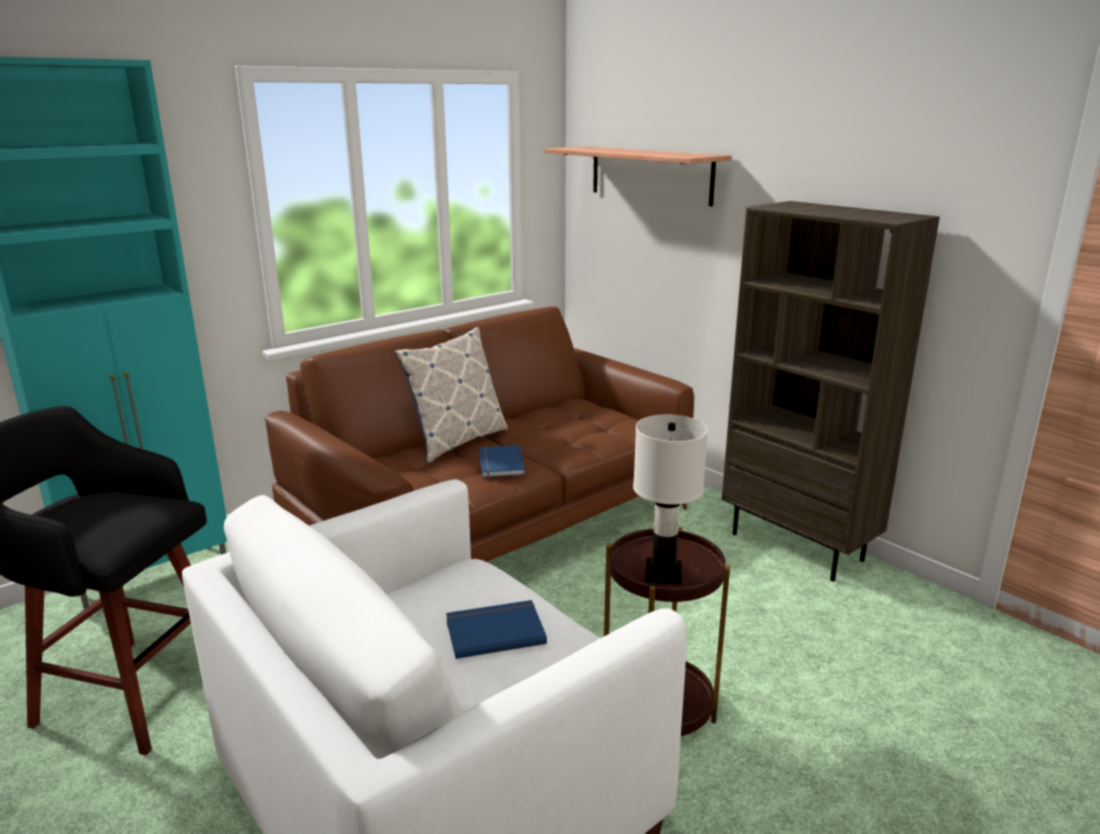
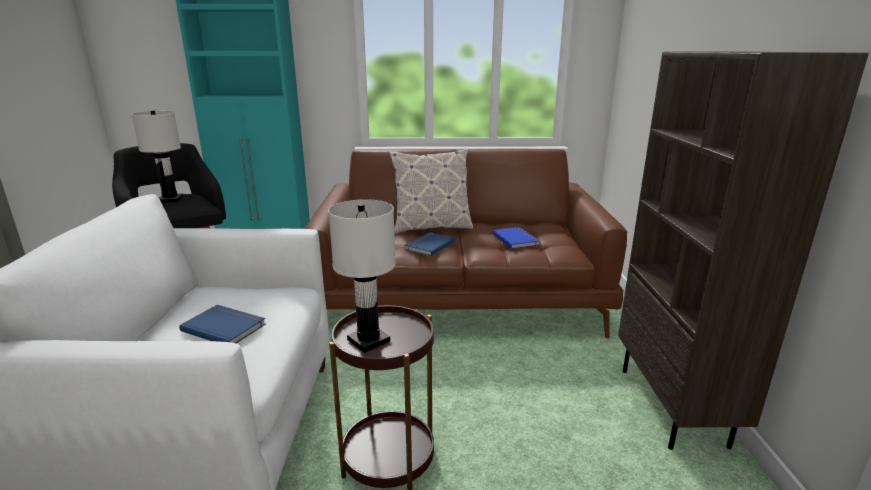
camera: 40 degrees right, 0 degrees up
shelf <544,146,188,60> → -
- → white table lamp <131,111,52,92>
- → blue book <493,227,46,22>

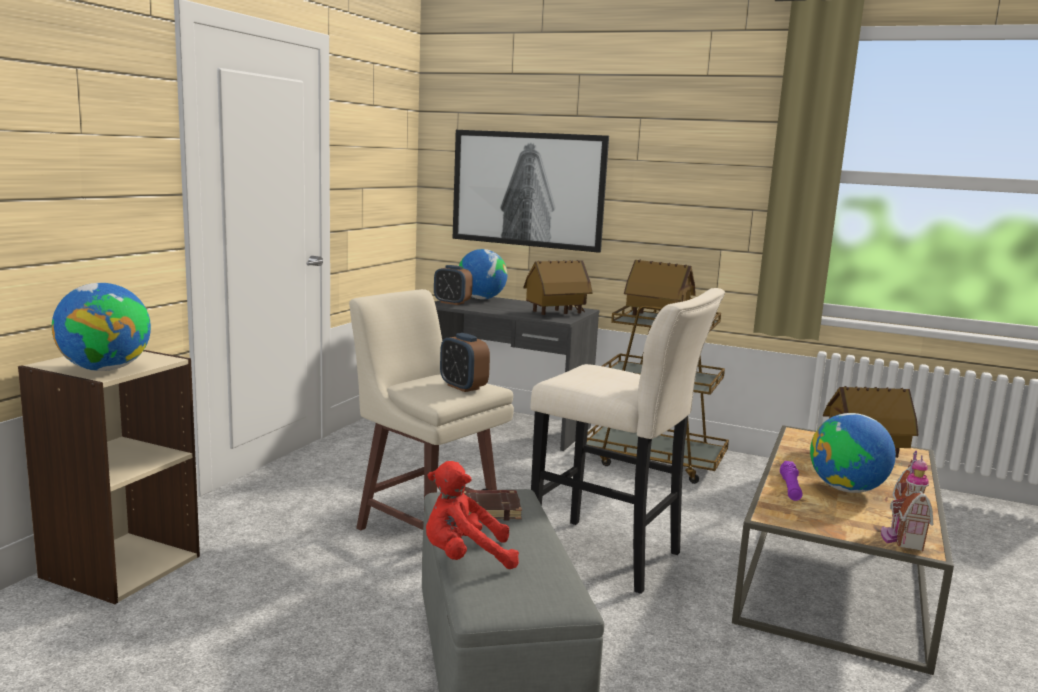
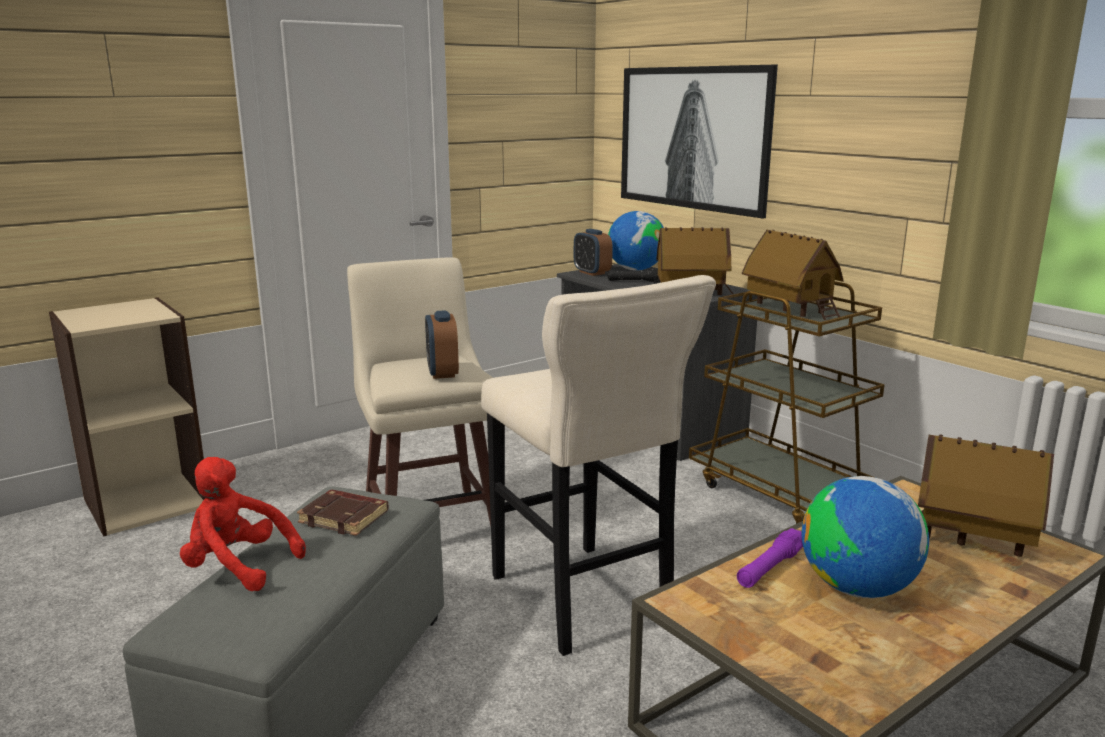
camera: 30 degrees right, 5 degrees up
globe <52,283,99,88> → -
toy house <881,451,52,100> → -
- → black flashlight <608,268,52,15>

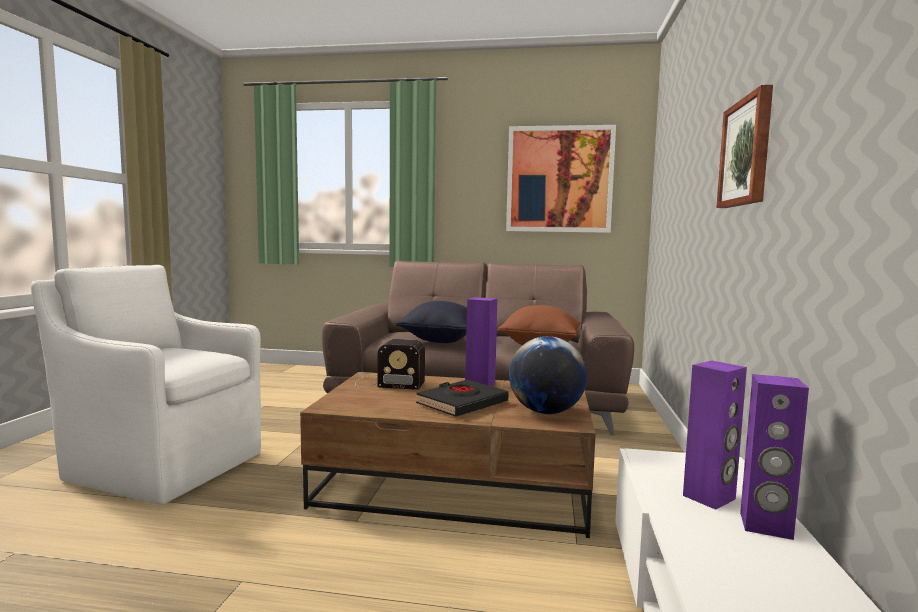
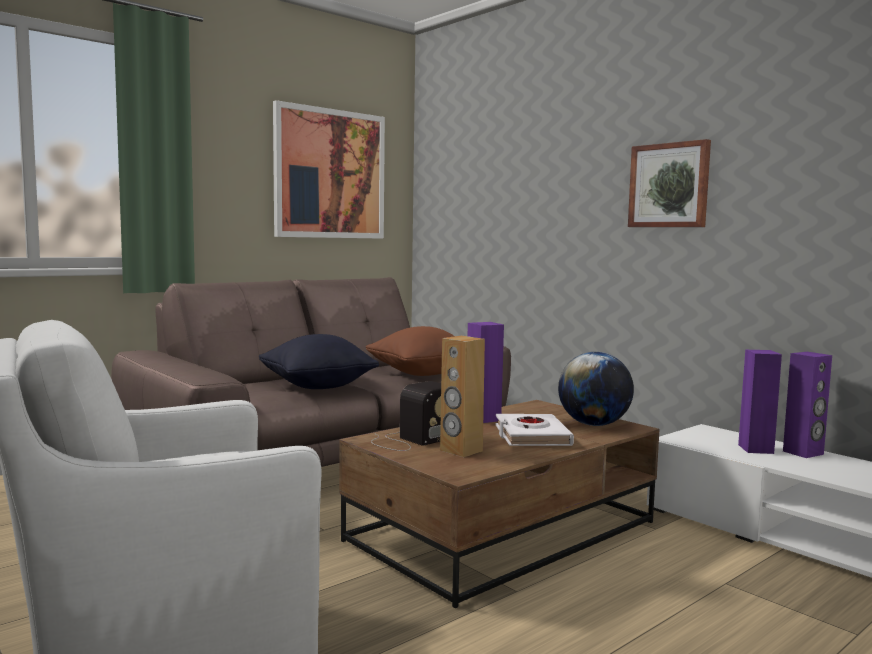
camera: 50 degrees left, 0 degrees up
- → brown speaker <440,336,45,121>
black book <416,380,93,37> → white book <496,414,78,32>

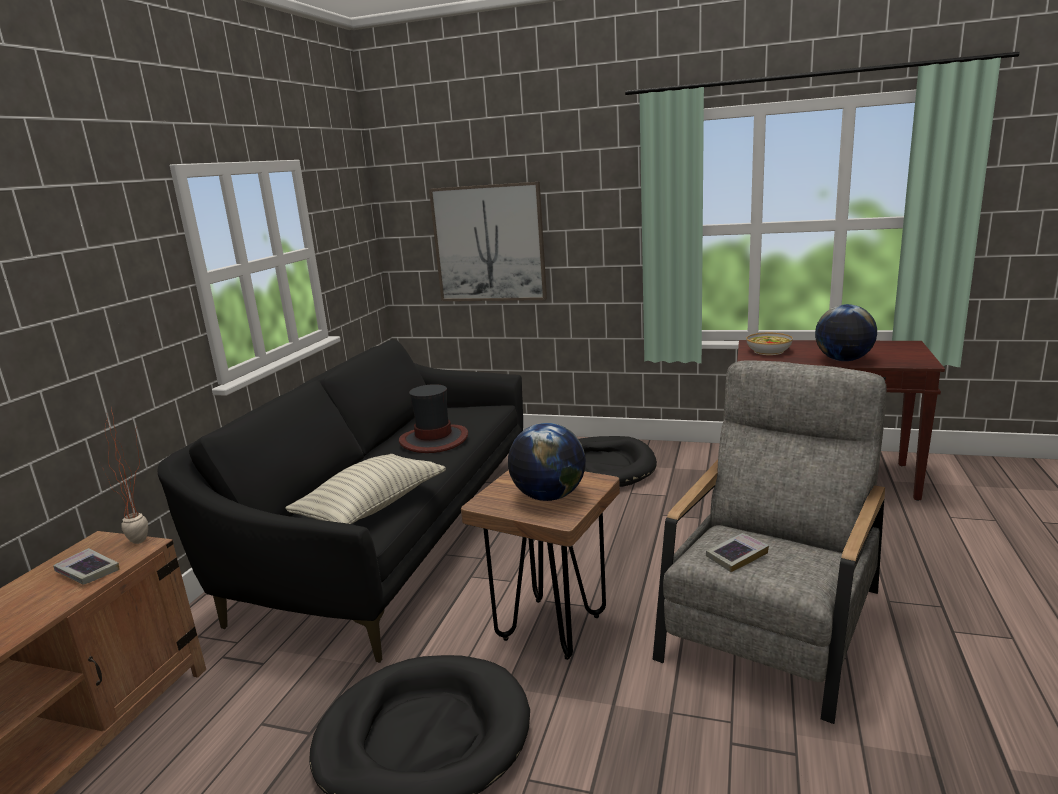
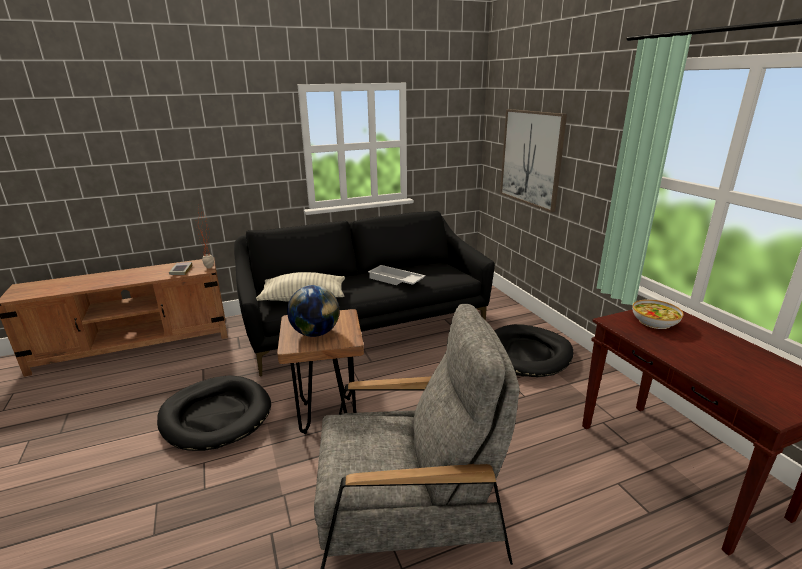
camera: 50 degrees right, 5 degrees up
book <706,533,63,39> → -
globe <815,304,62,57> → -
hat <399,384,69,69> → white tray <368,265,57,20>

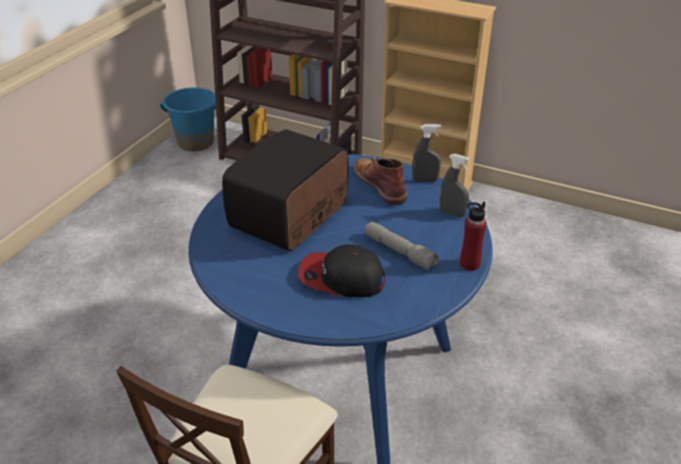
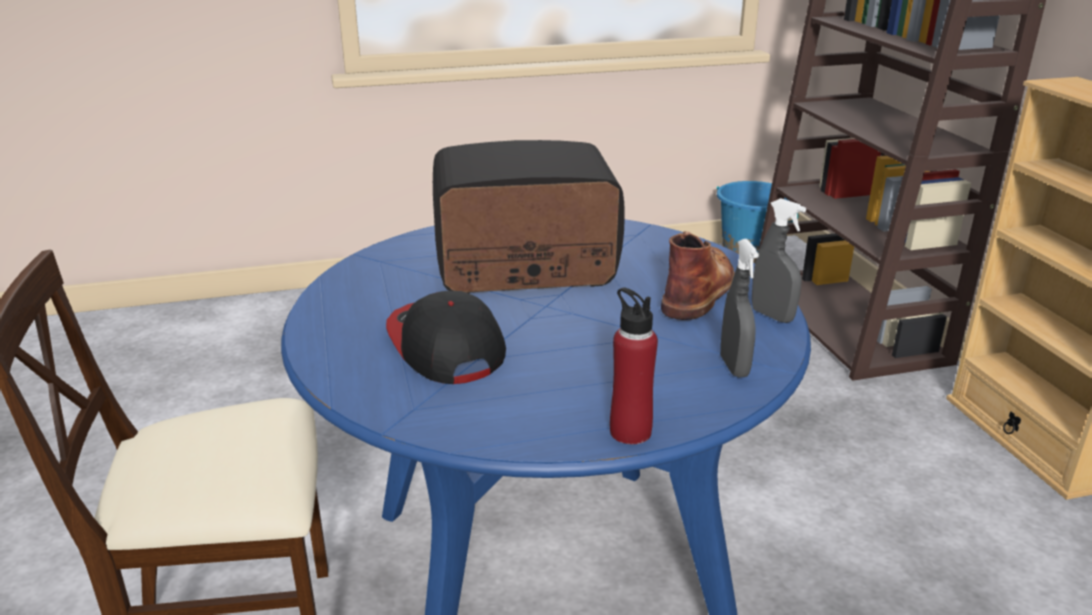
camera: 50 degrees right, 10 degrees down
grey flashlight <365,221,74,50> → -

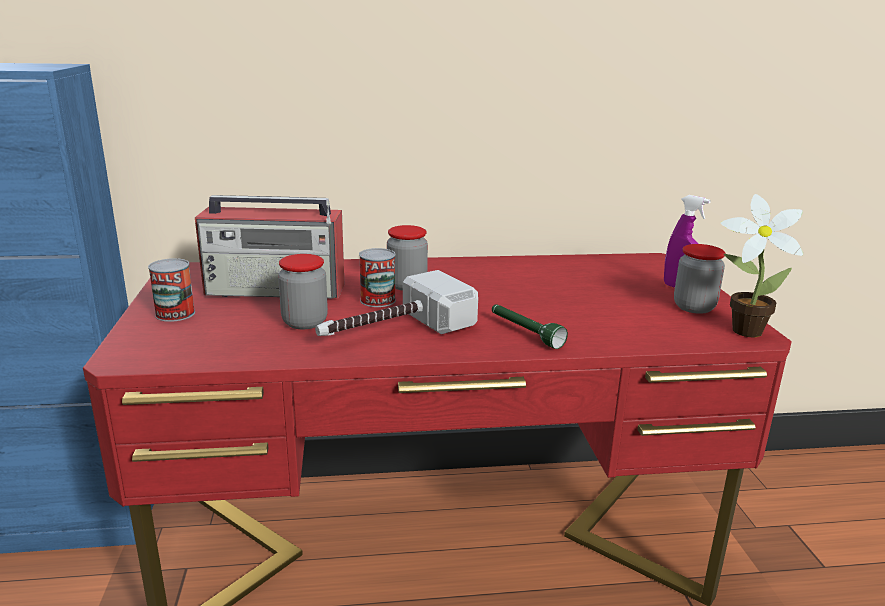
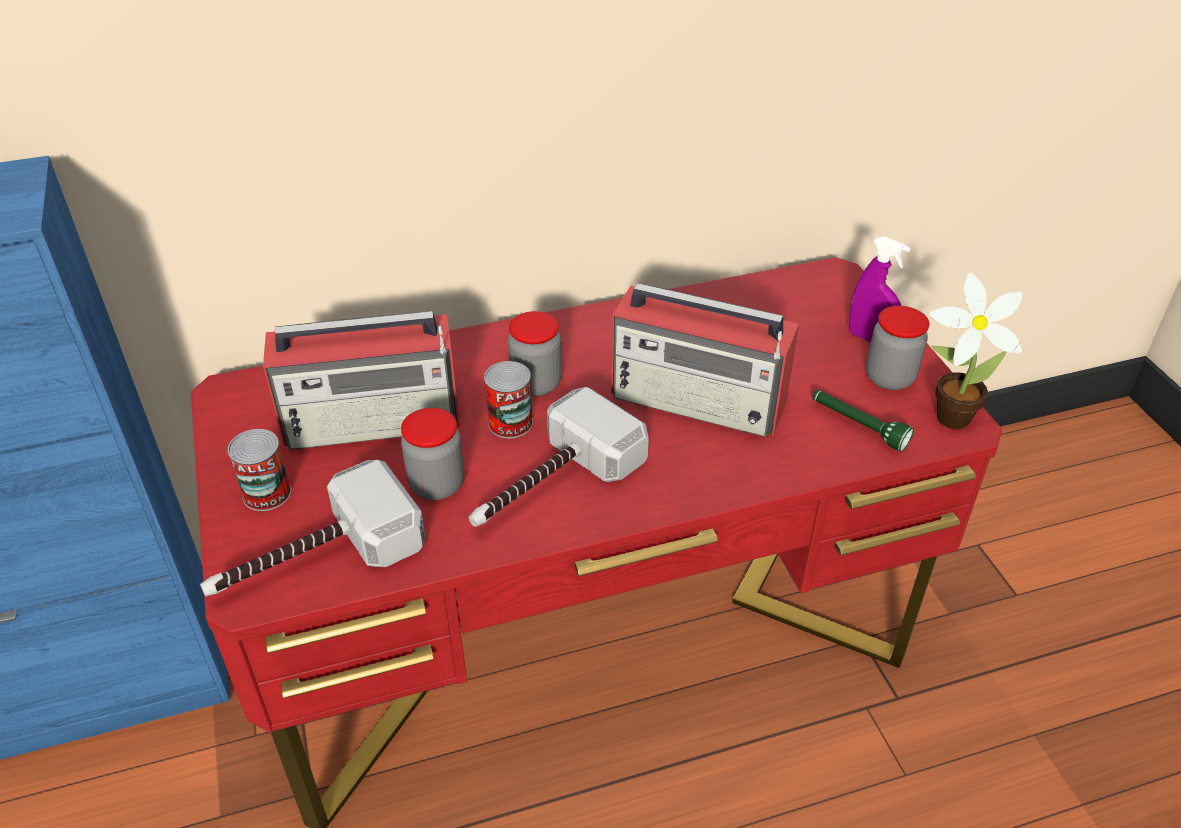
camera: 10 degrees left, 20 degrees up
- → hammer <200,460,225,136>
- → radio <611,283,188,154>
green flashlight <492,304,76,45> → green flashlight <812,390,102,62>, moved

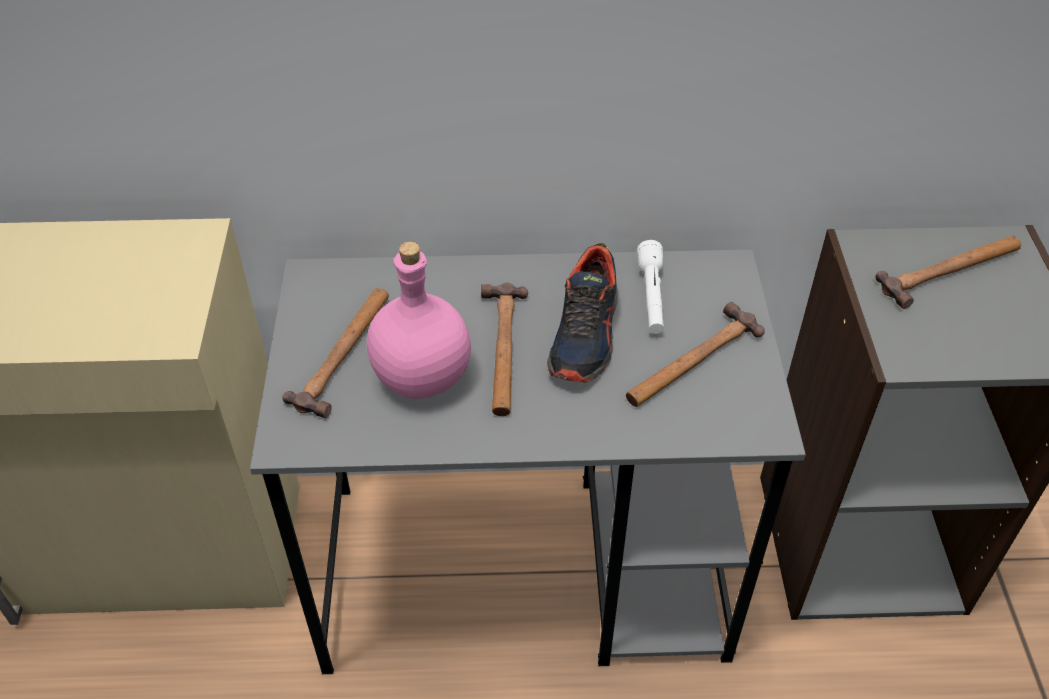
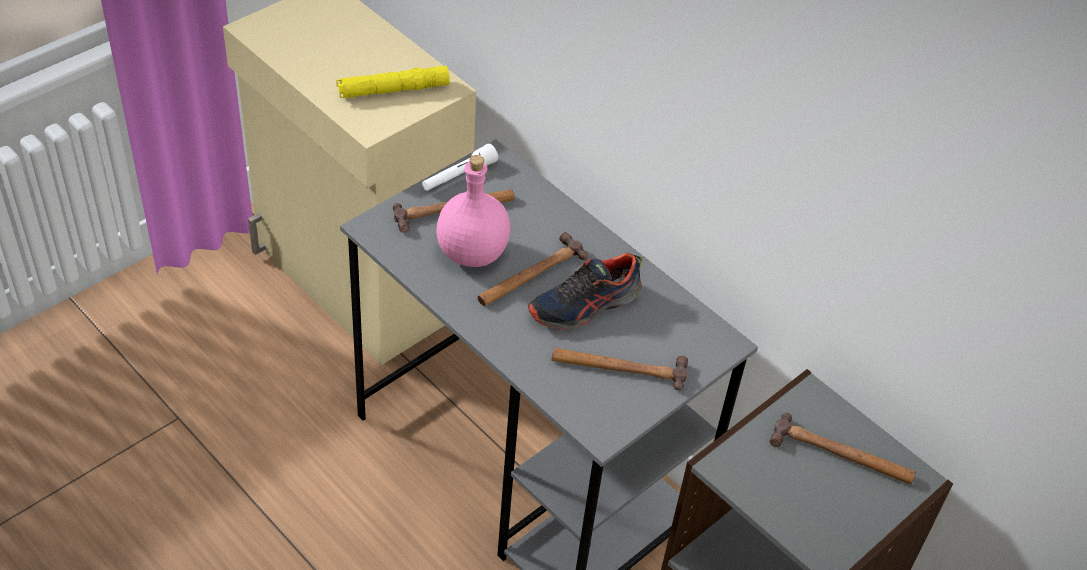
camera: 45 degrees right, 0 degrees up
- → yellow flashlight <336,66,114,32>
white flashlight <637,240,27,94> → white flashlight <422,144,76,47>, moved

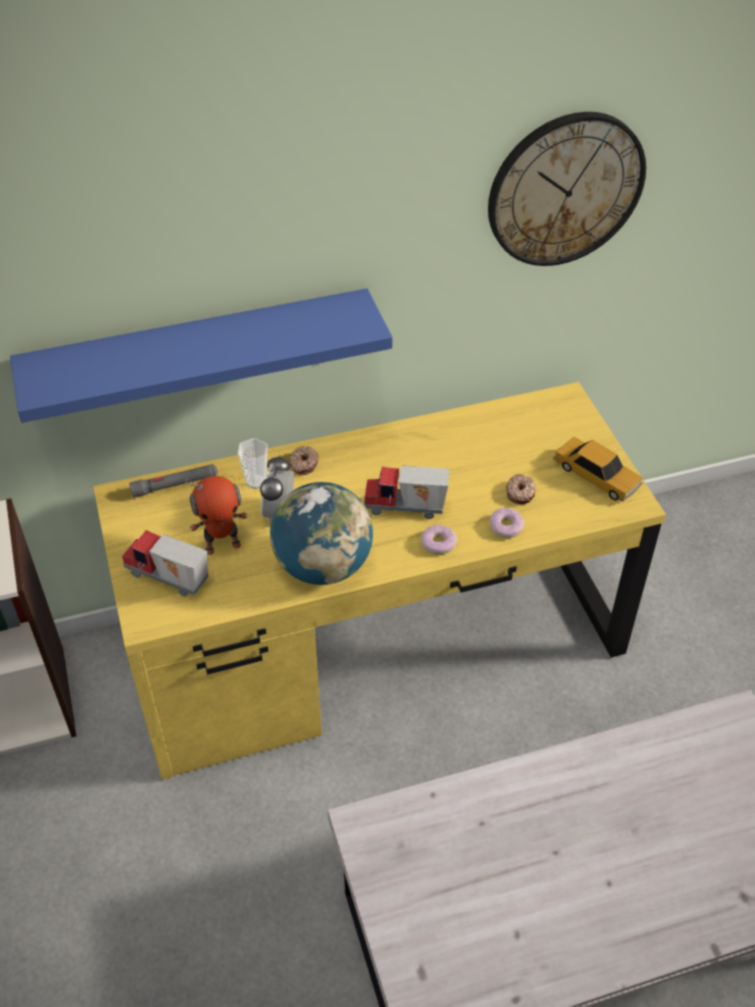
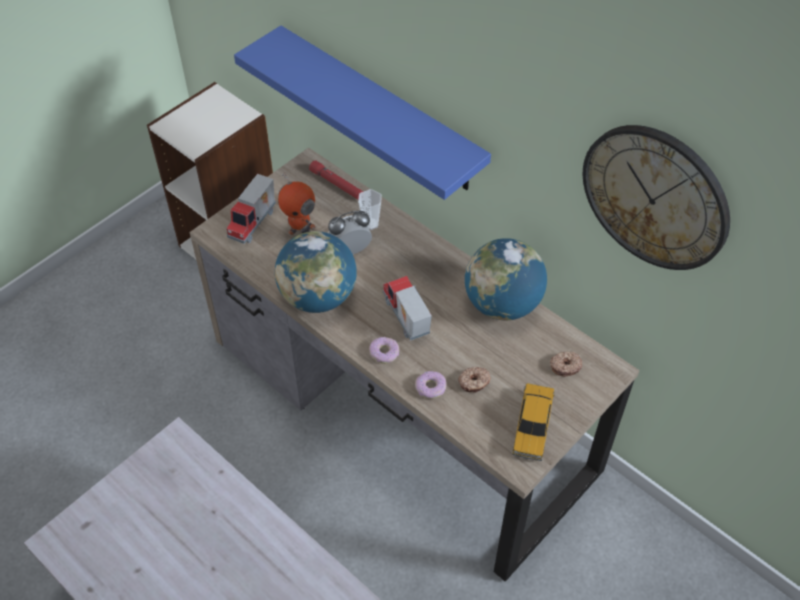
camera: 60 degrees right, 5 degrees up
- → globe <465,238,82,82>
donut <289,446,30,29> → donut <550,352,32,25>, moved
yellow desk <93,382,573,398> → brown desk <190,147,450,435>
grey flashlight <129,464,89,34> → red flashlight <309,160,54,39>
toy truck <122,530,86,67> → toy truck <227,174,49,70>, 150 degrees counterclockwise

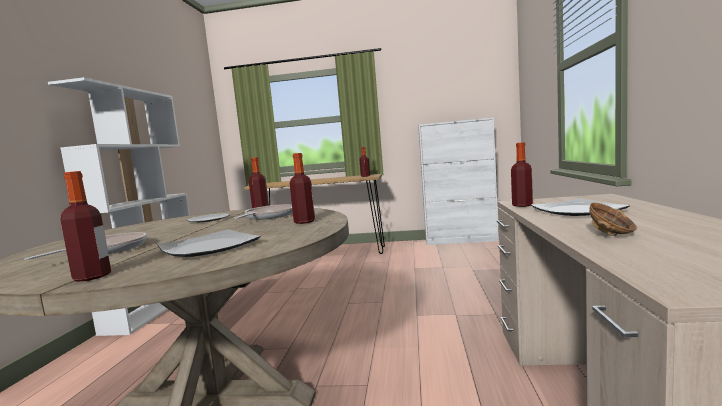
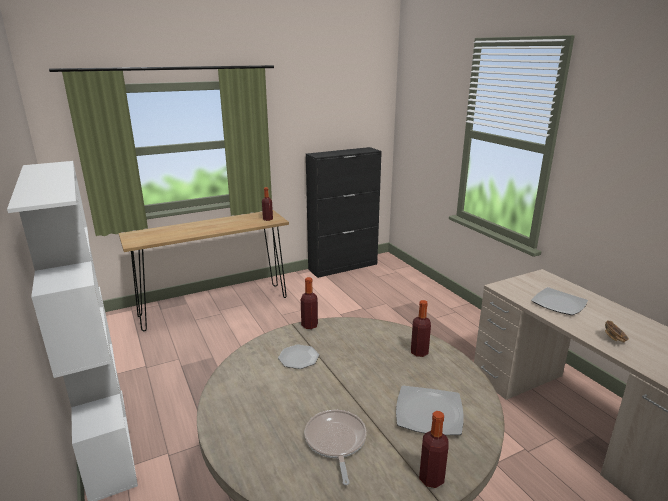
camera: 35 degrees left, 15 degrees up
frying pan <234,204,59,16> → -
bottle <511,142,22,65> → -
white cabinet <418,118,81,127> → black cabinet <306,147,76,131>

